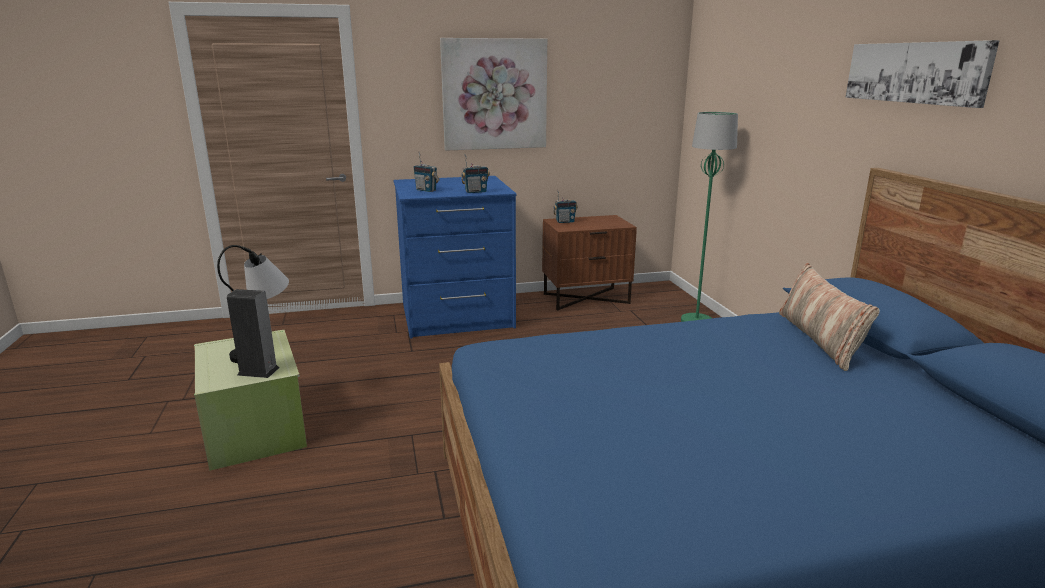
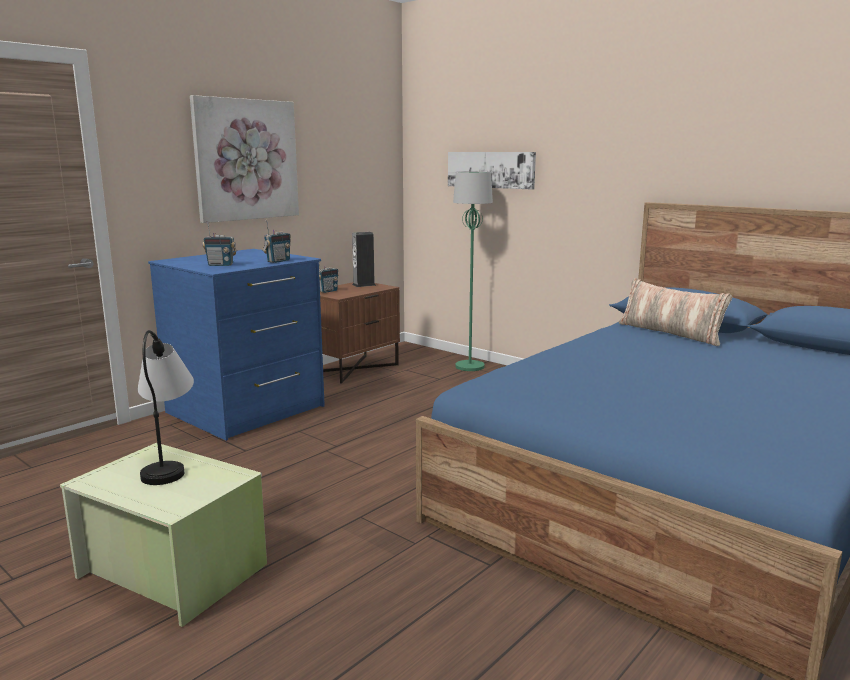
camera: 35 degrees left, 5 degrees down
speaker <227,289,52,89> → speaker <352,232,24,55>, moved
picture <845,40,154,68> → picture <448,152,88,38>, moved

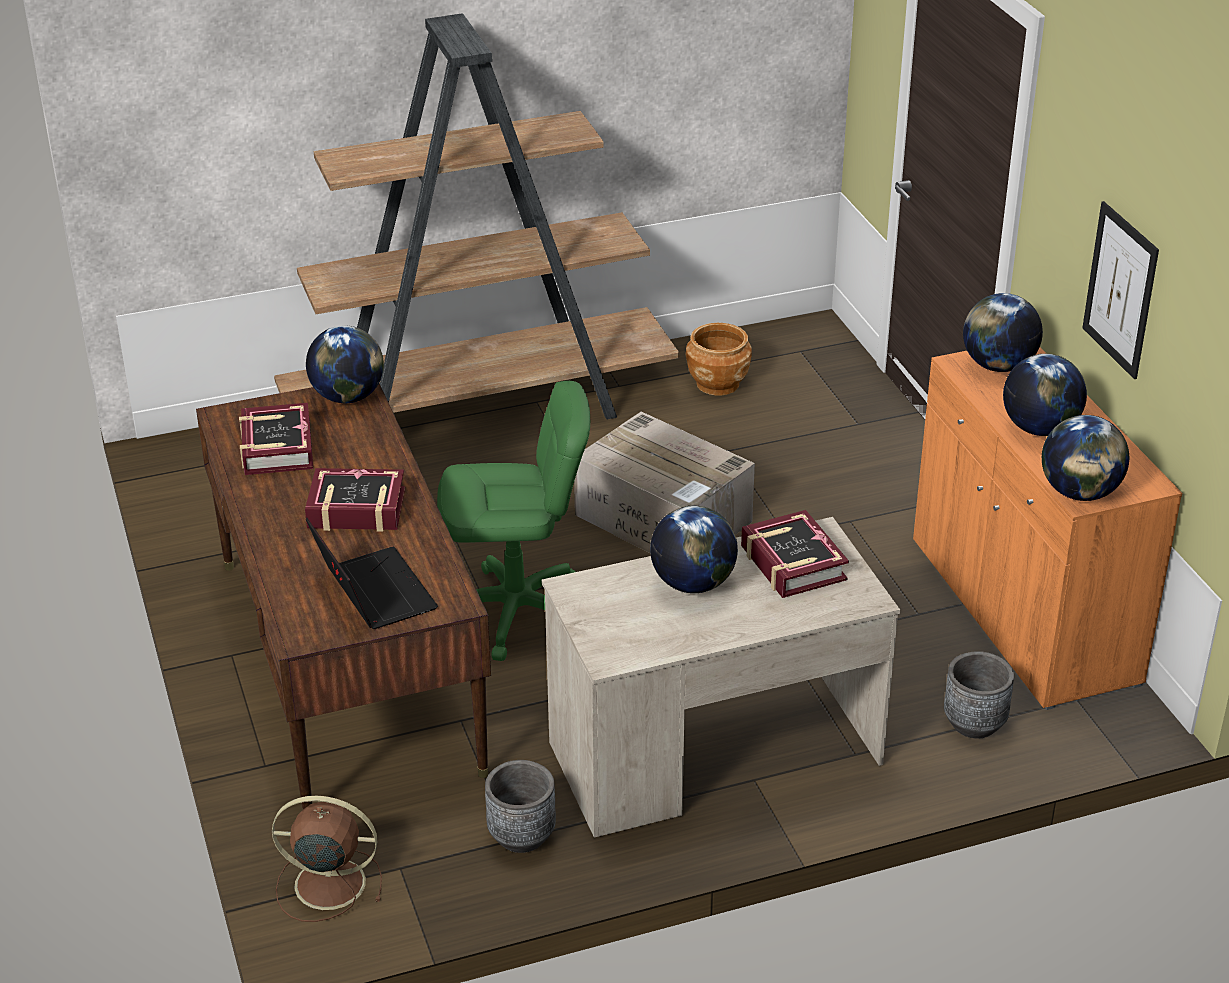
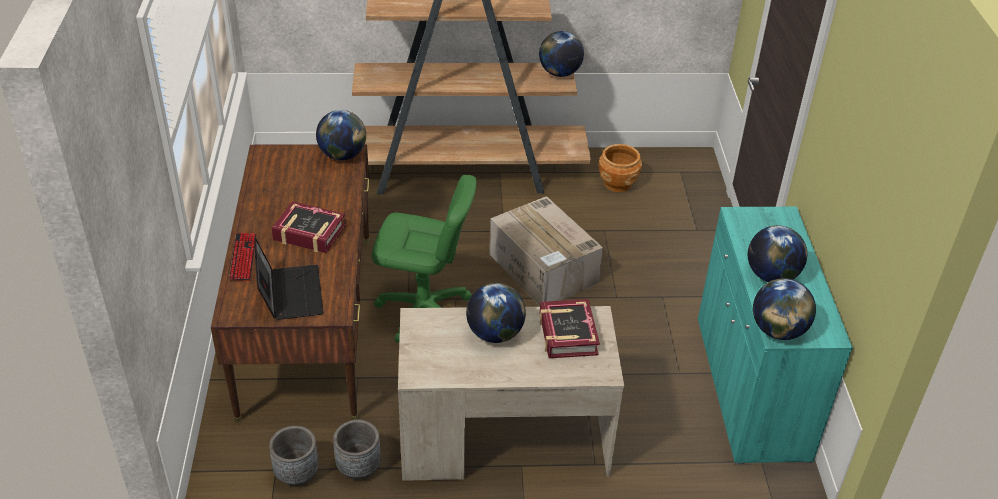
camera: 15 degrees right, 5 degrees up
book <239,403,74,72> → -
brown fan <272,796,110,126> → -
picture <1082,201,77,178> → -
- → keyboard <229,233,28,48>
grey planter <944,651,70,88> → grey planter <269,426,50,60>, moved
globe <963,293,80,79> → globe <539,31,45,46>, moved
orange cabinet <913,347,269,363> → turquoise cabinet <698,207,155,257>

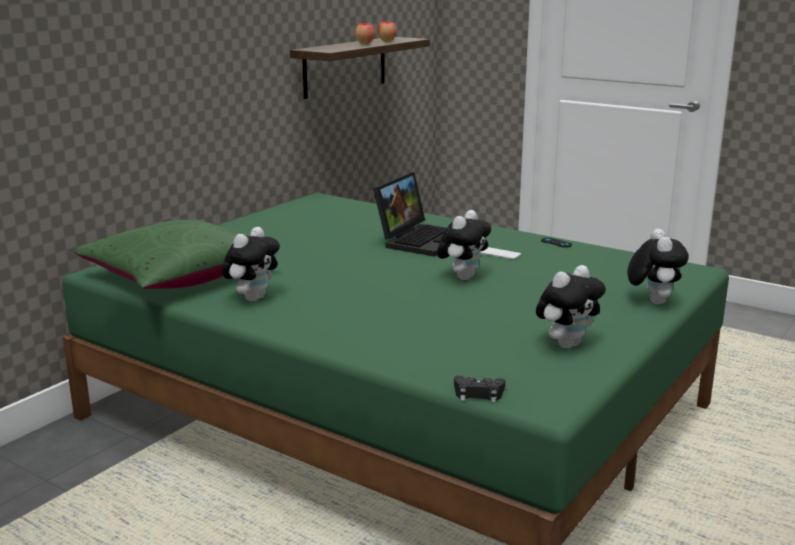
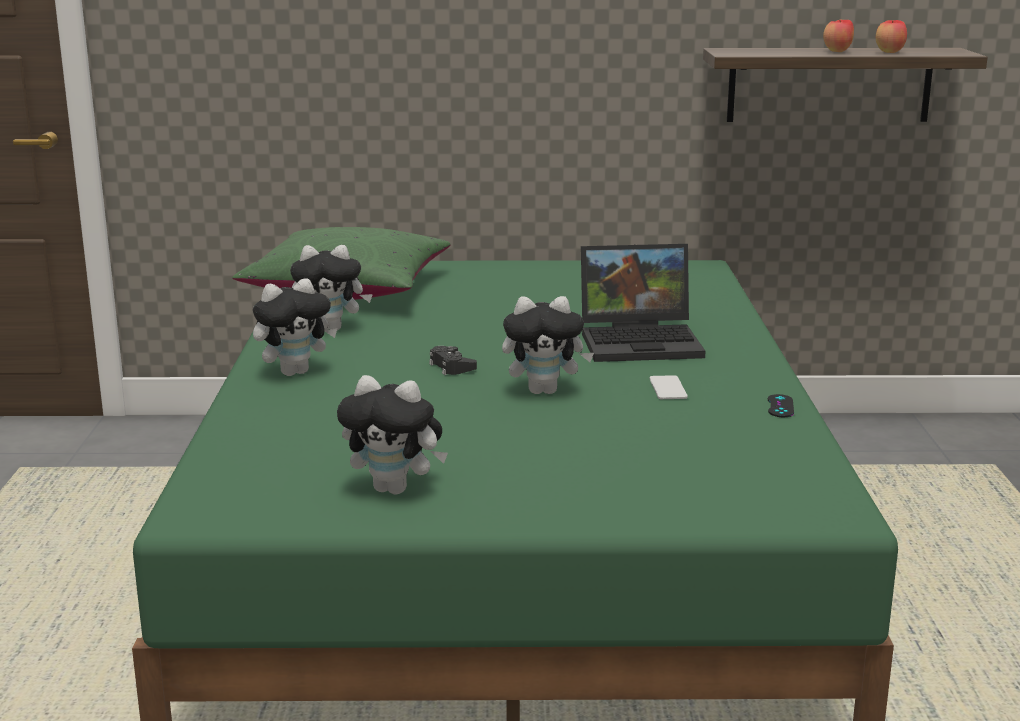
camera: 55 degrees right, 0 degrees up
black game controller <454,376,51,27> → black game controller <429,346,48,29>, moved
plush toy <627,229,62,75> → plush toy <253,278,84,98>, moved

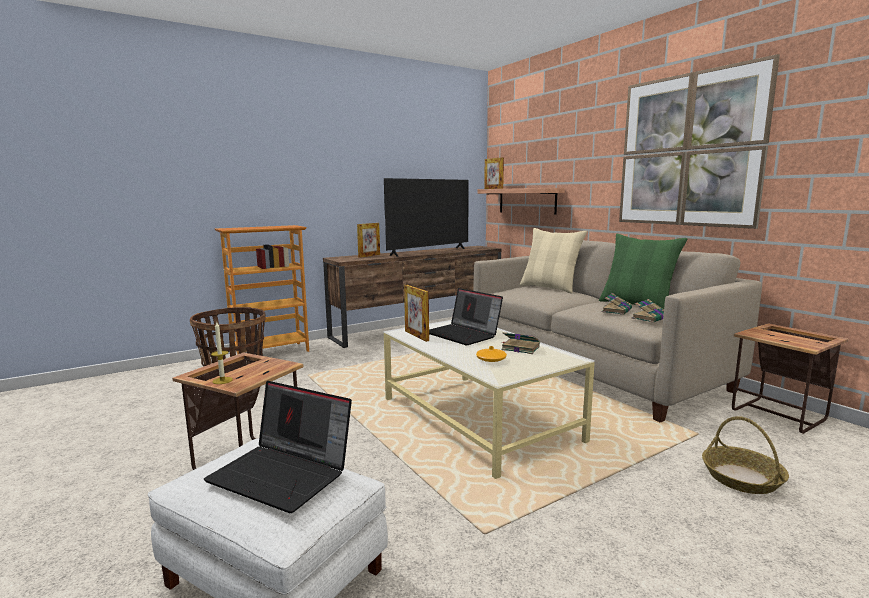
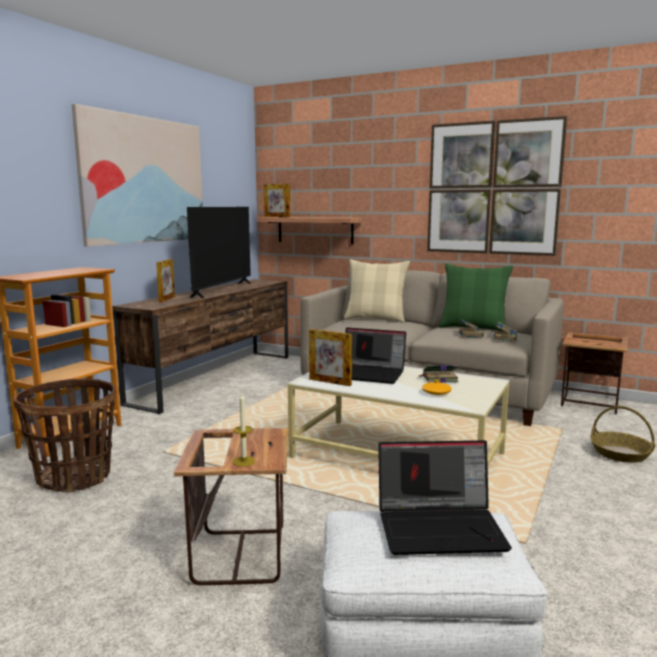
camera: 30 degrees left, 0 degrees up
- → picture <72,104,131,143>

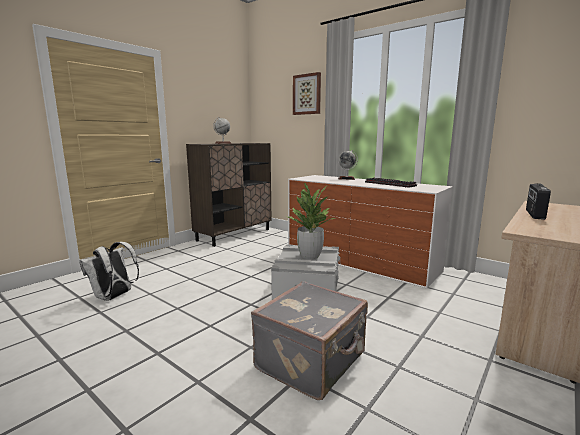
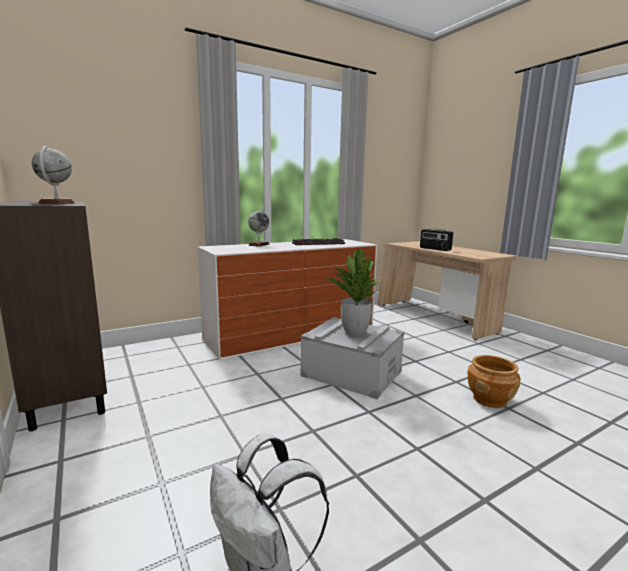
camera: 70 degrees left, 0 degrees up
picture <293,72,28,43> → -
grey suitcase <251,281,117,119> → brown planter <468,355,53,53>

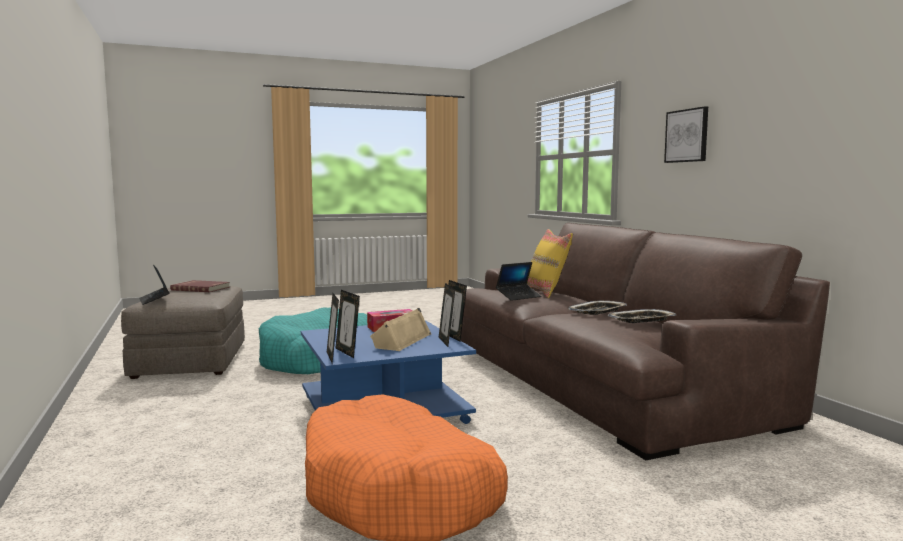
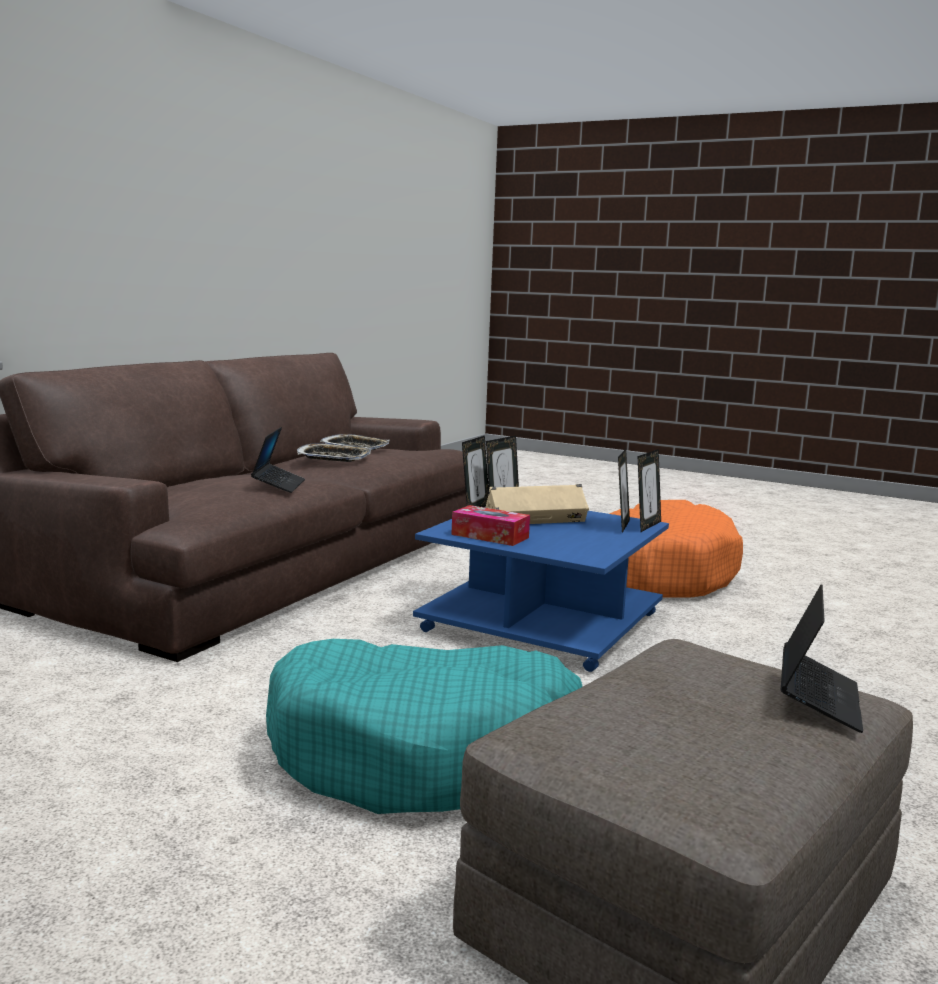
camera: 130 degrees left, 5 degrees up
red book <170,280,60,12> → -
yellow pillow <527,229,46,69> → -
picture <664,106,44,57> → -
laptop <496,262,45,39> → laptop <251,427,54,66>, 75 degrees clockwise

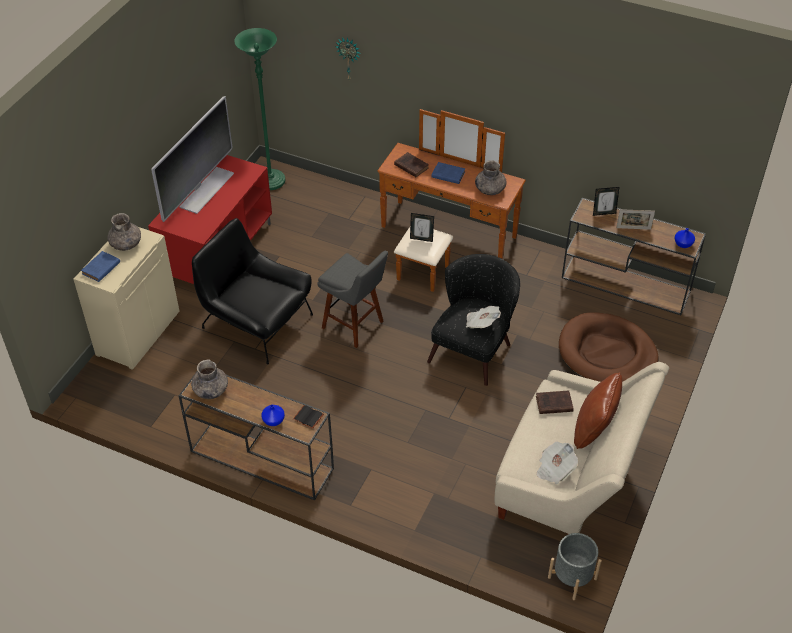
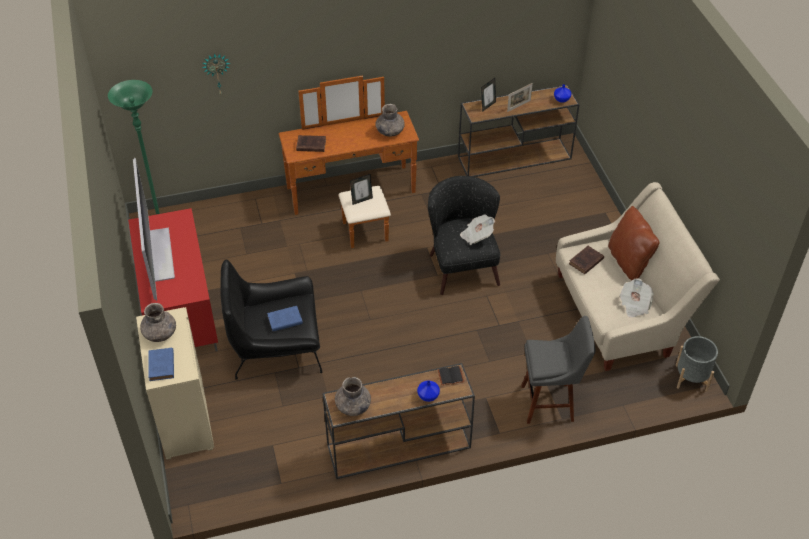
camera: 40 degrees left, 0 degrees up
brown dog bed <559,312,100,70> → -
grey stool <317,251,71,97> → grey stool <521,316,75,108>, moved
blue book <431,162,34,22> → blue book <267,306,36,25>, moved

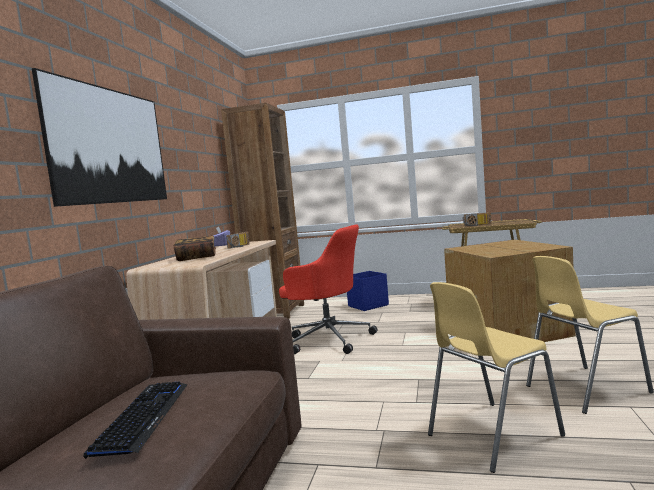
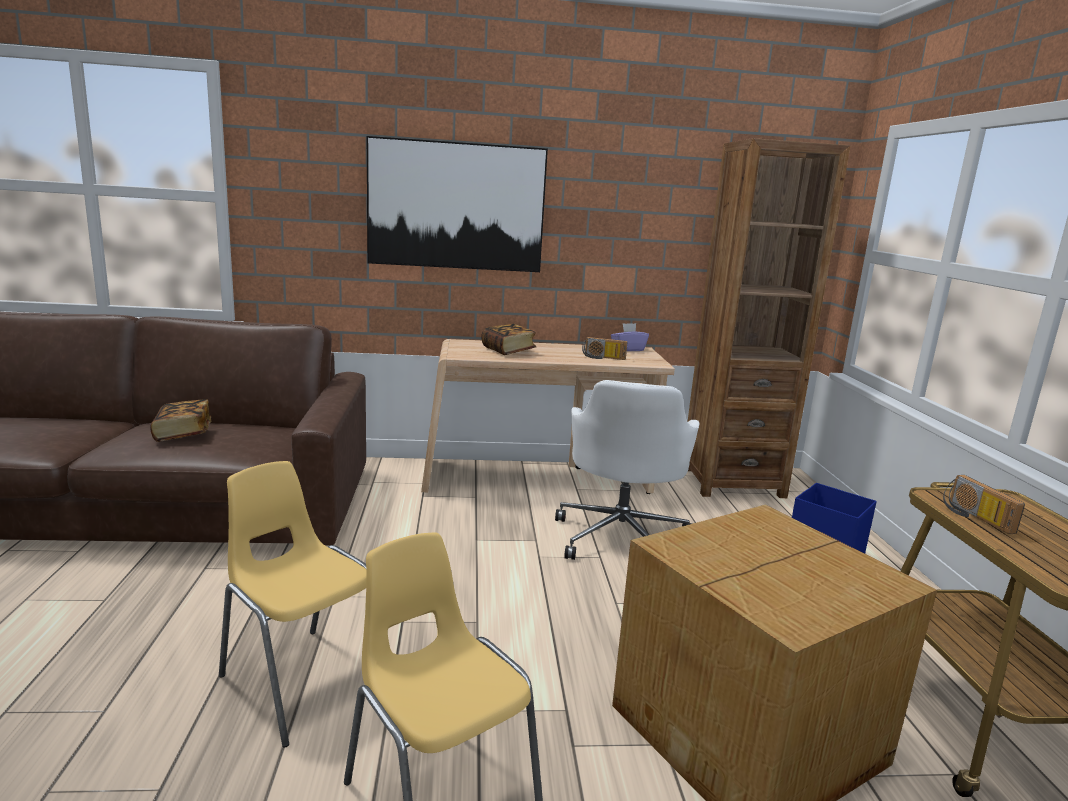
camera: 70 degrees right, 10 degrees up
keyboard <84,381,104,78> → book <151,399,60,43>
red office chair <279,224,99,130> → white office chair <555,380,144,180>

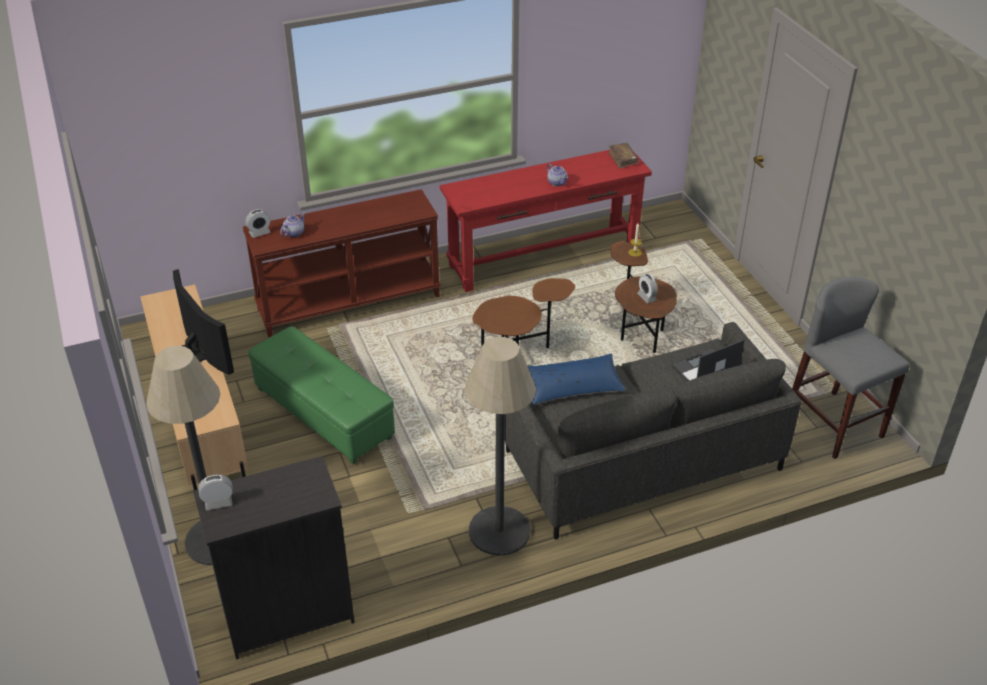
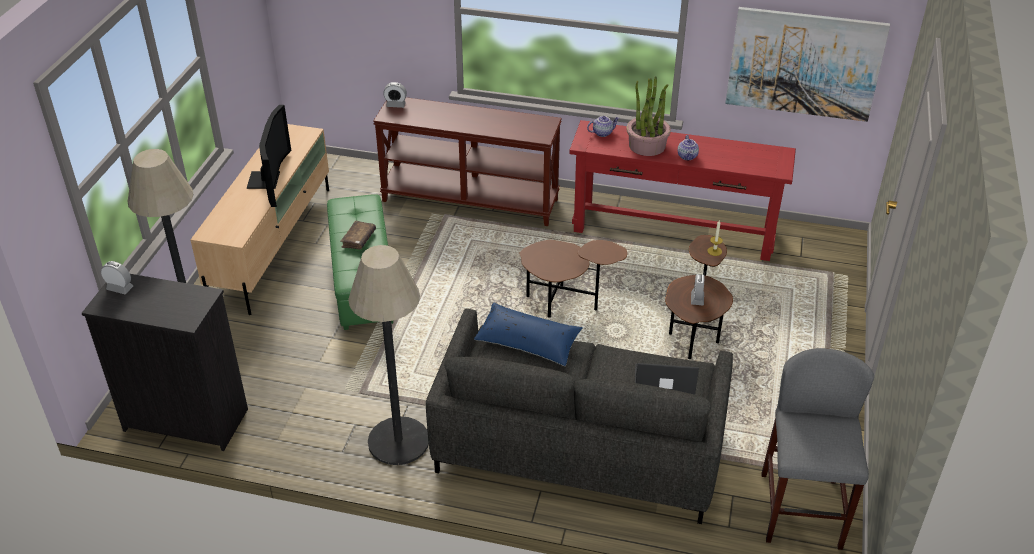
camera: 35 degrees right, 0 degrees up
- → potted plant <626,76,45,80>
- → picture <725,7,165,115>
teapot <280,213,25,24> → teapot <587,116,32,21>, moved
brown book <608,143,31,26> → brown book <340,221,36,28>, moved

